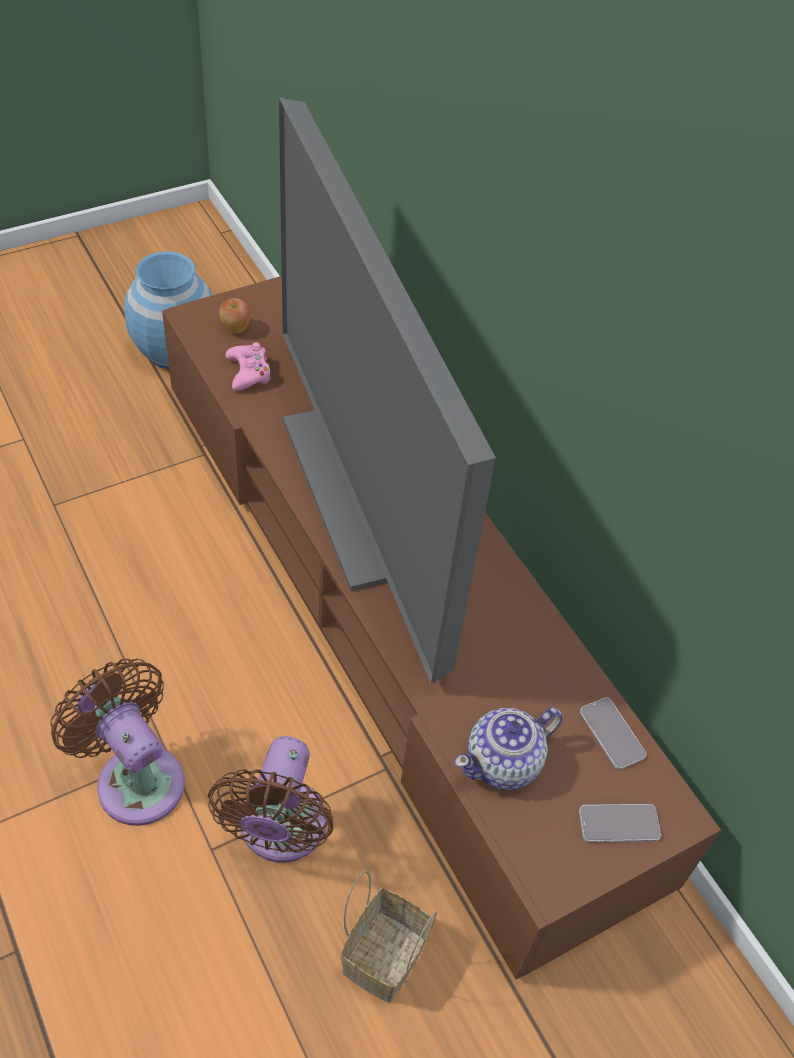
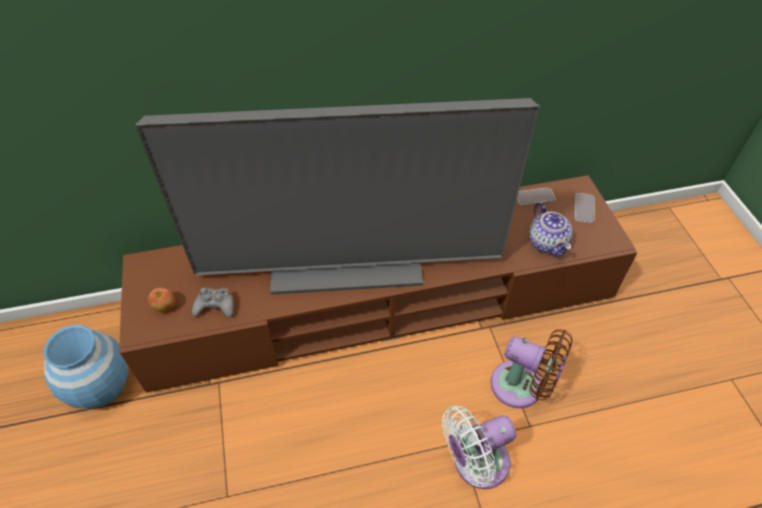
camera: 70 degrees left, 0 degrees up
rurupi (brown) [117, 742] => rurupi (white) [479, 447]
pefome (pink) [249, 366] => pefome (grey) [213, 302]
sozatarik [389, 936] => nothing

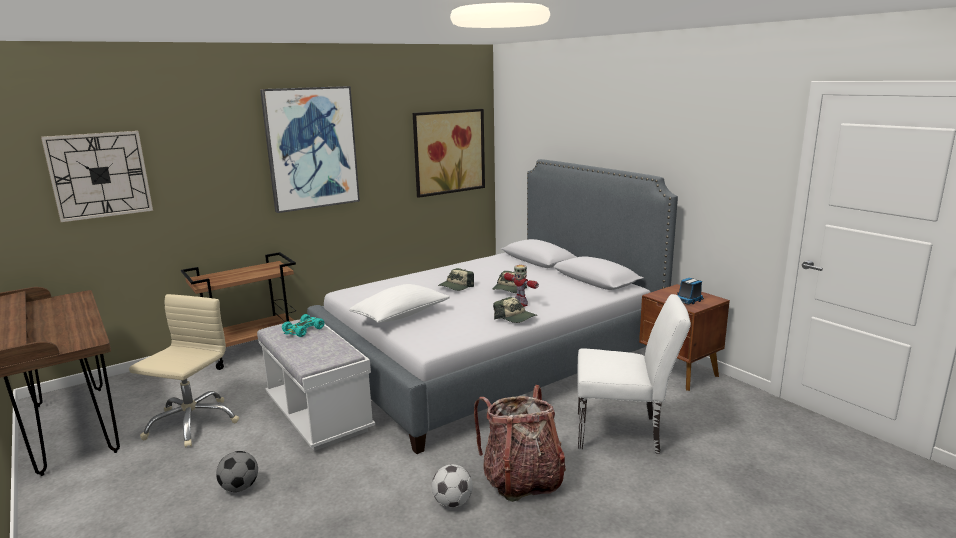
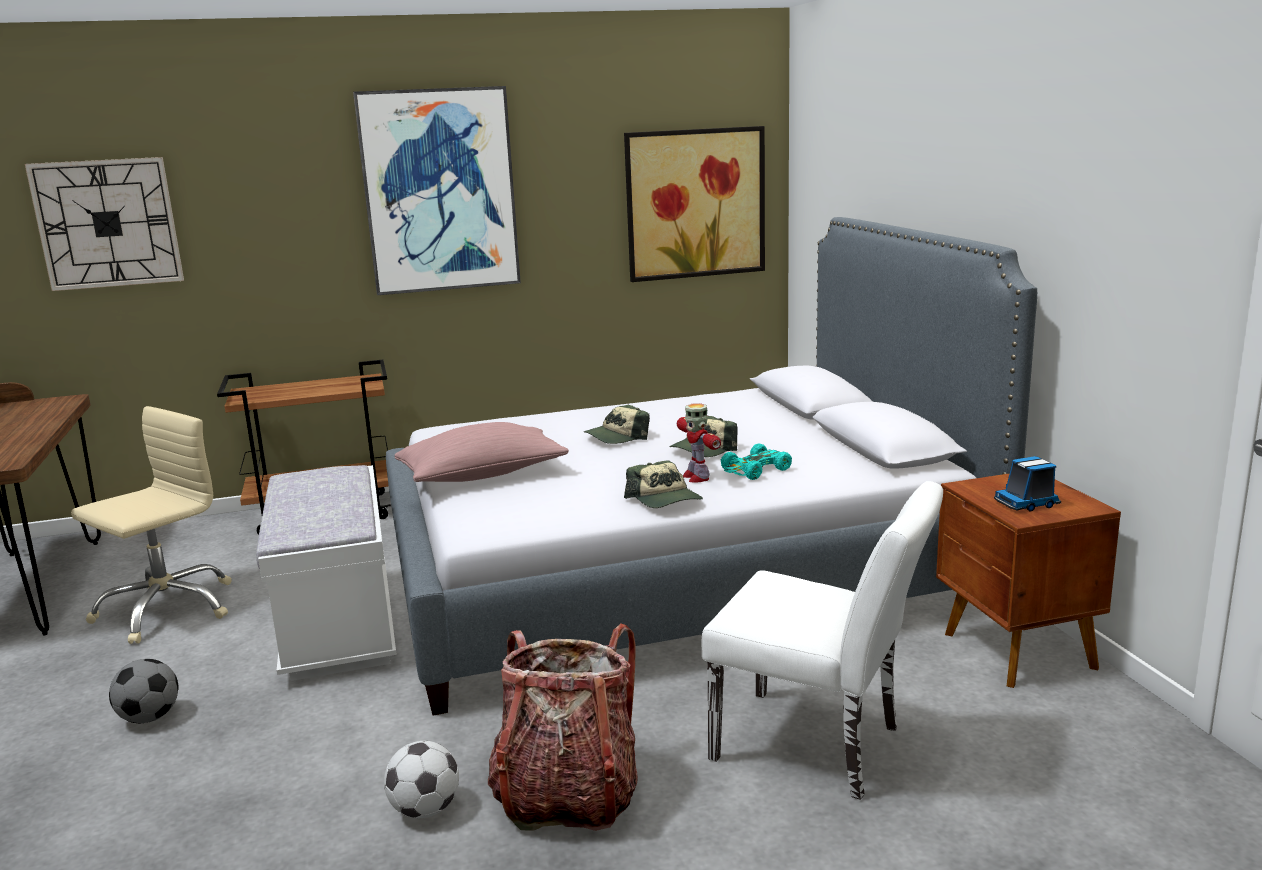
camera: 20 degrees right, 0 degrees up
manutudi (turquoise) [303, 325] => manutudi (turquoise) [756, 461], moved
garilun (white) [399, 303] => garilun (pink) [481, 452]

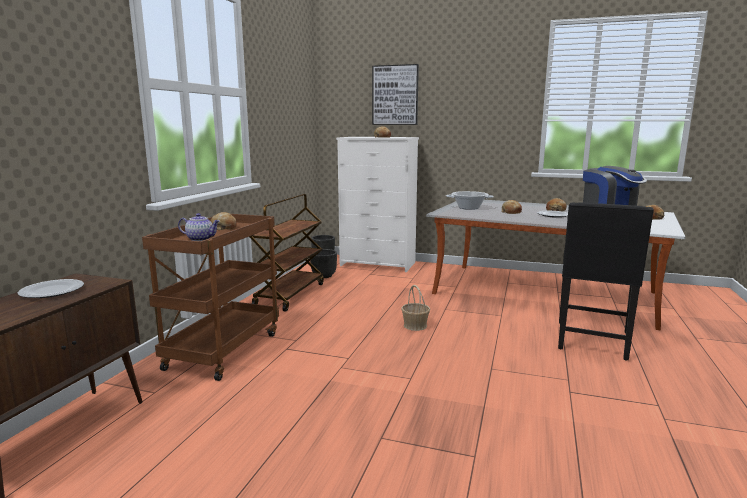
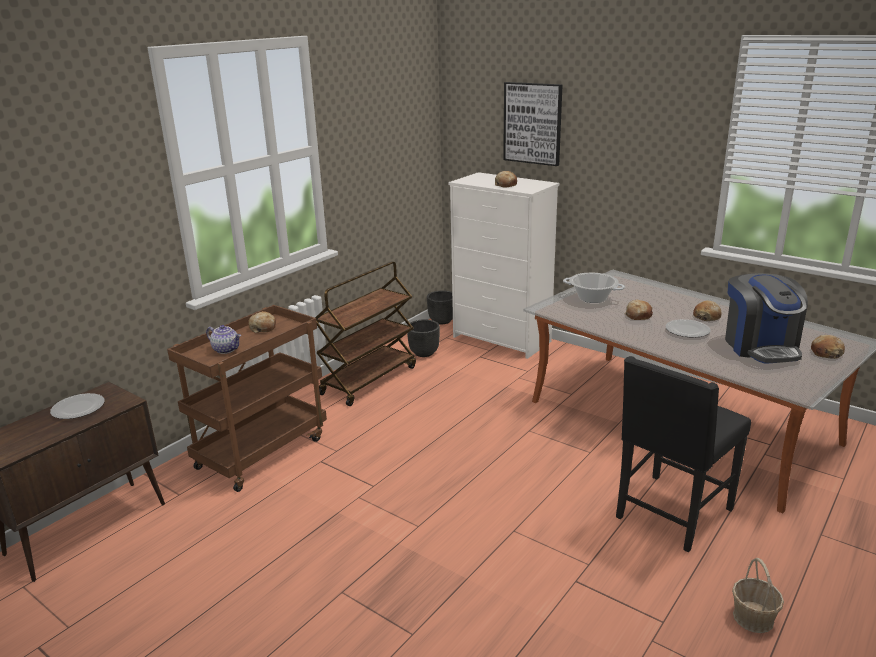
camera: 20 degrees right, 10 degrees up
sozatarik [415, 308] => sozatarik [758, 595], moved

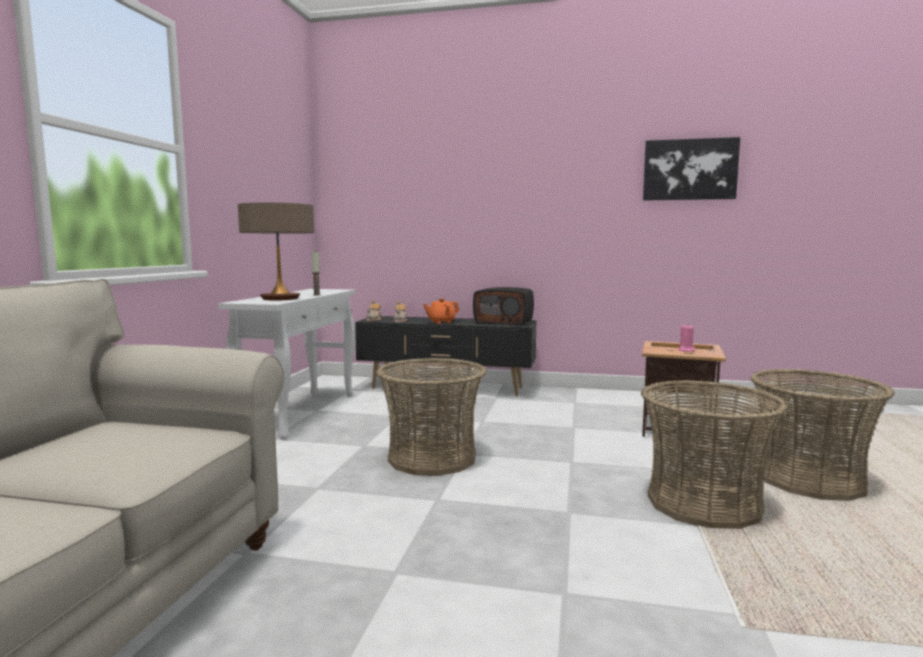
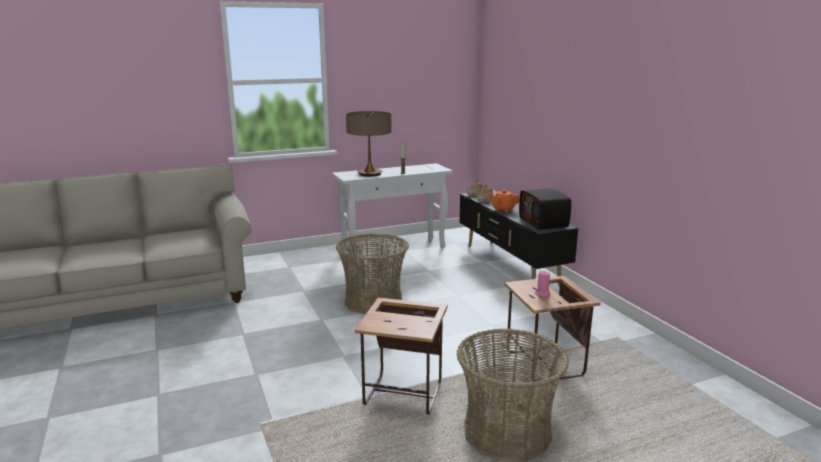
camera: 55 degrees right, 10 degrees up
sozatarik [714, 454] => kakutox [401, 356]
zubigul [691, 169] => nothing

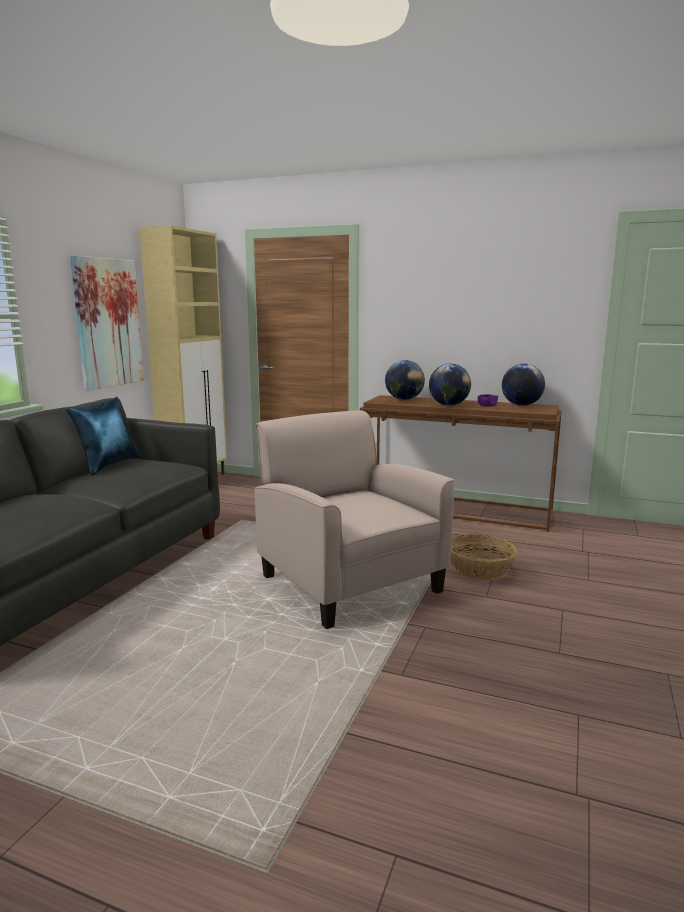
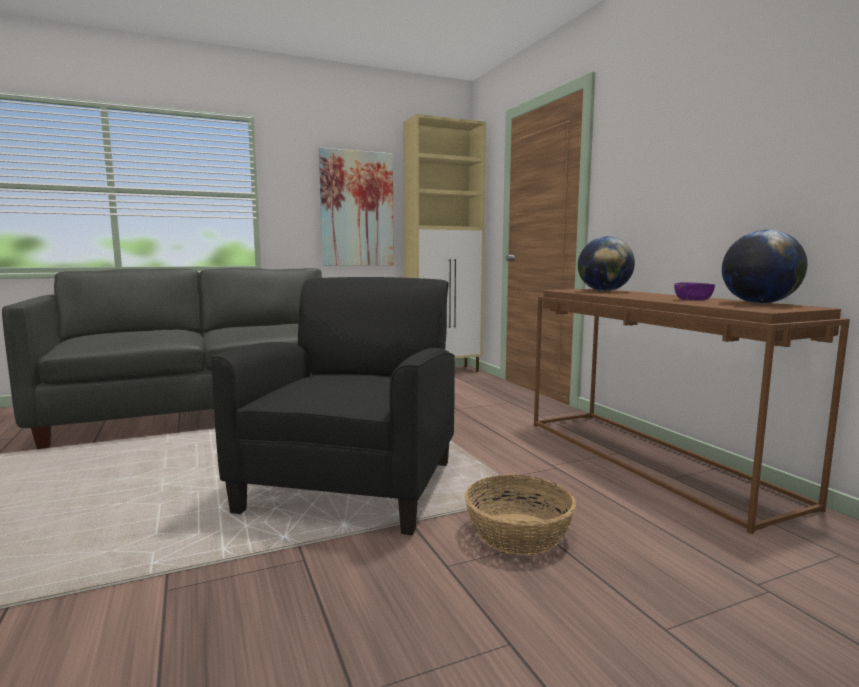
camera: 45 degrees right, 5 degrees down
garilun (blue) [104, 436] => nothing
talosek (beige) [355, 519] => talosek (black) [333, 406]
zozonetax [450, 385] => nothing

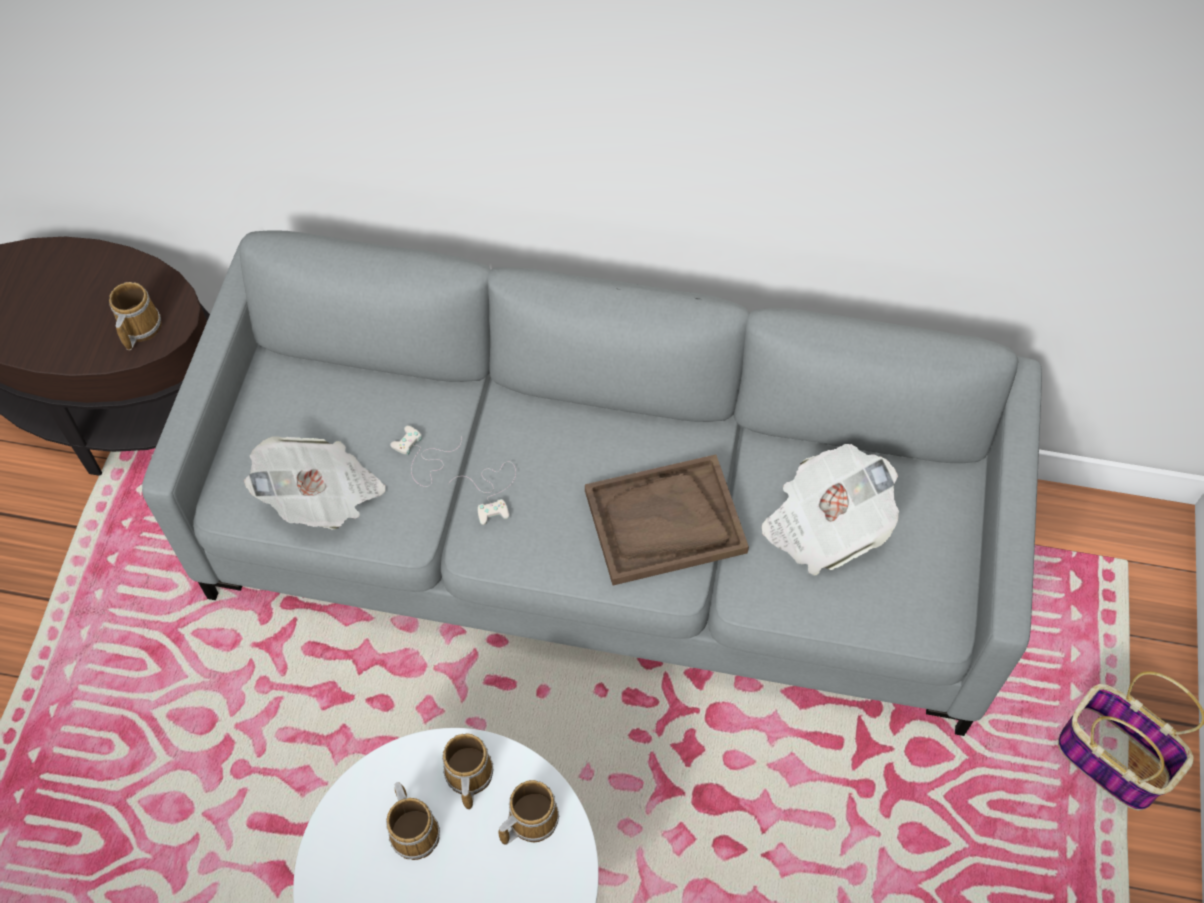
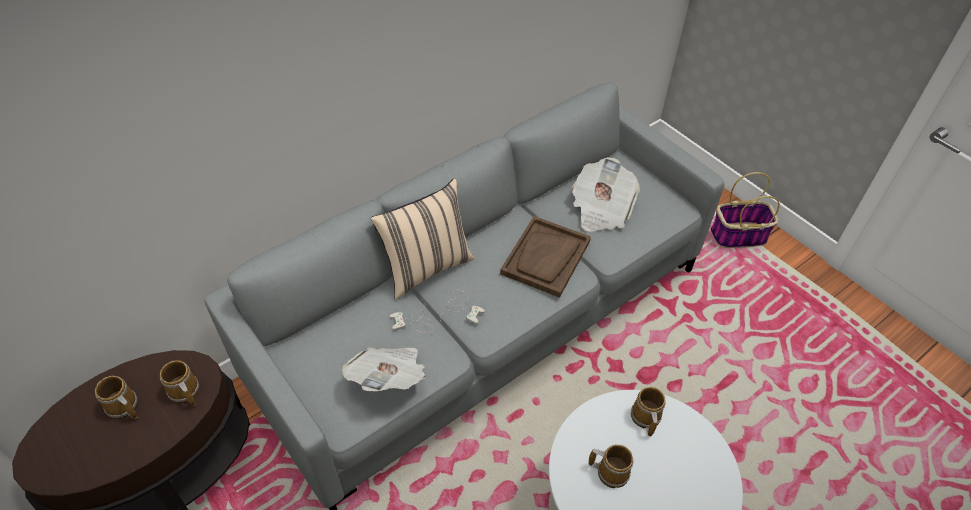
camera: 50 degrees left, 10 degrees down
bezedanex [468, 771] => bezedanex [117, 397], moved
nothing => garilun (beige) [423, 239]

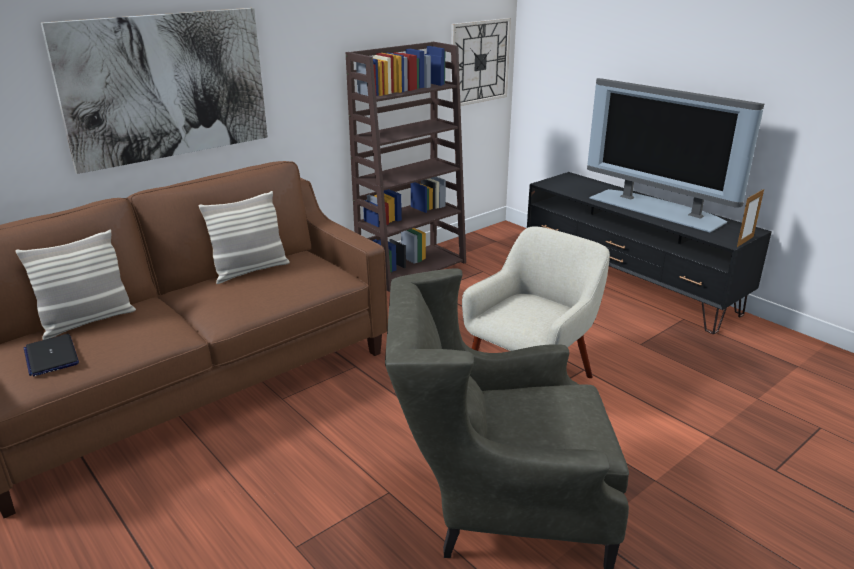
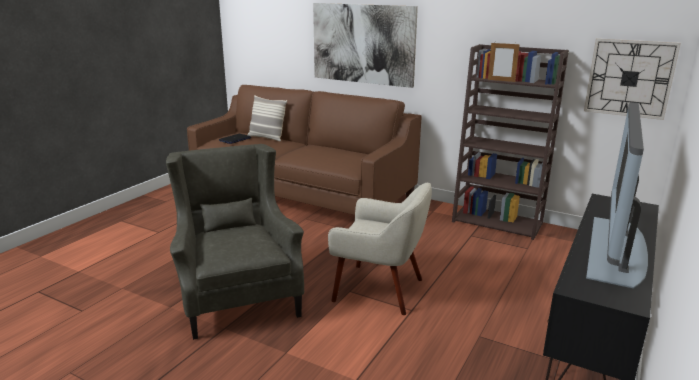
camera: 70 degrees right, 5 degrees down
garilun [244, 237] => nothing
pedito [750, 218] => pedito [504, 62], moved

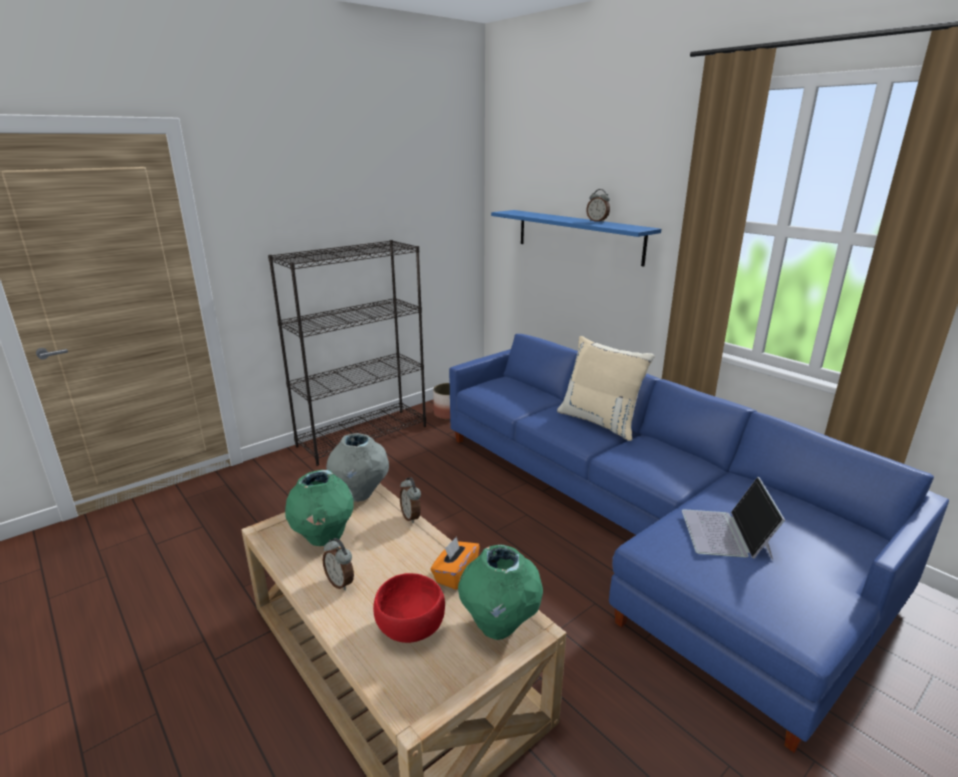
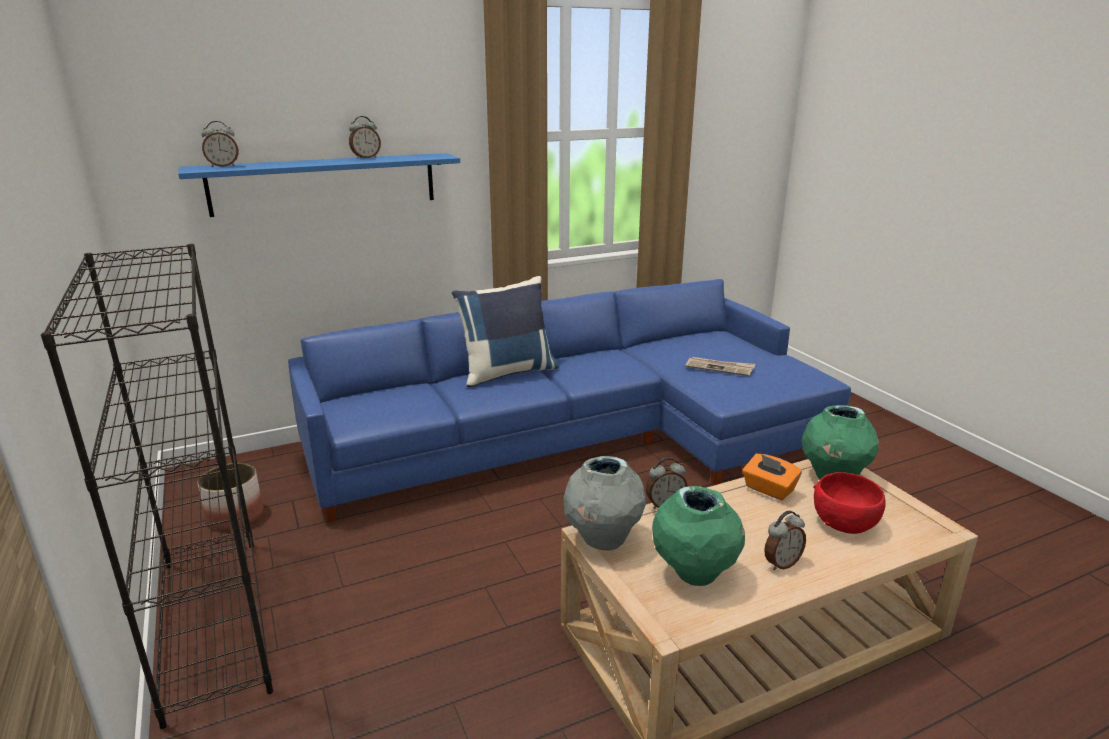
camera: 75 degrees left, 0 degrees up
garilun (beige) [606, 388] => garilun (blue) [505, 332]
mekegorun [733, 518] => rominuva [720, 366]
nothing => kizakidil [219, 144]

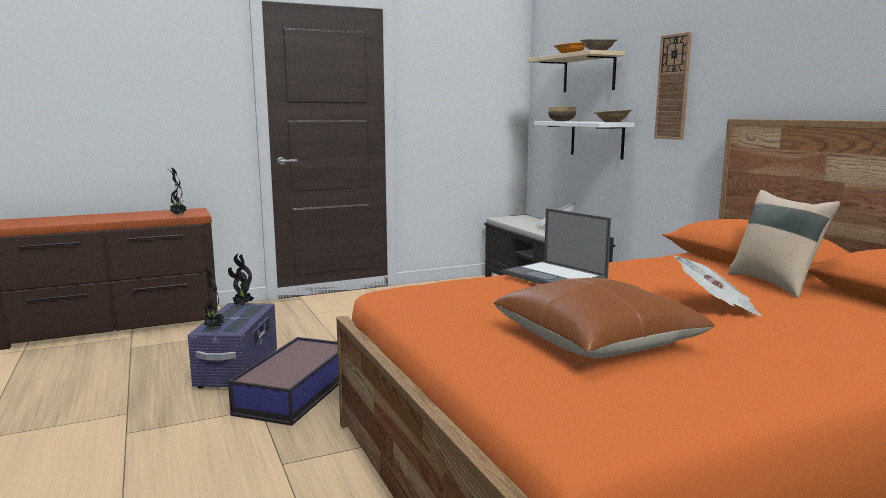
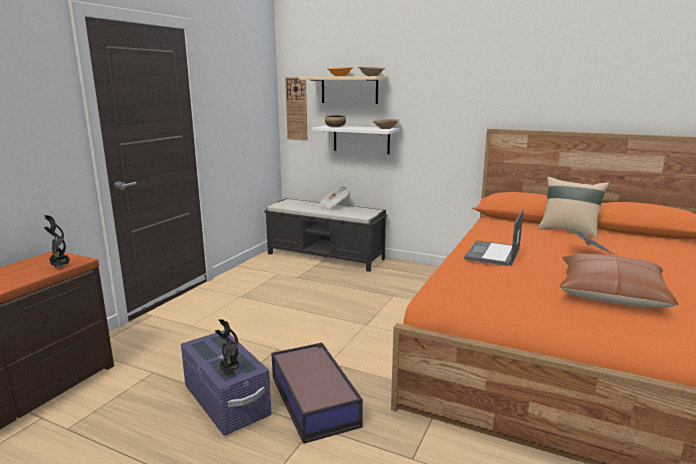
camera: 40 degrees left, 5 degrees up
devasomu [241, 280] => nothing
mekegorun [556, 246] => mekegorun [494, 237], 105 degrees clockwise
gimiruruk [673, 86] => gimiruruk [296, 109], moved

